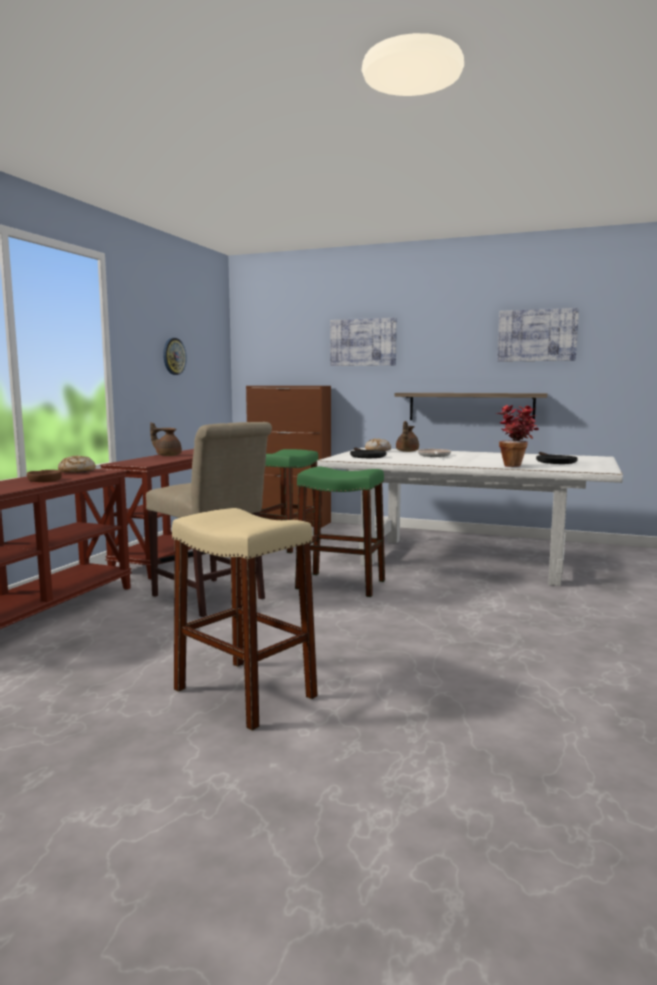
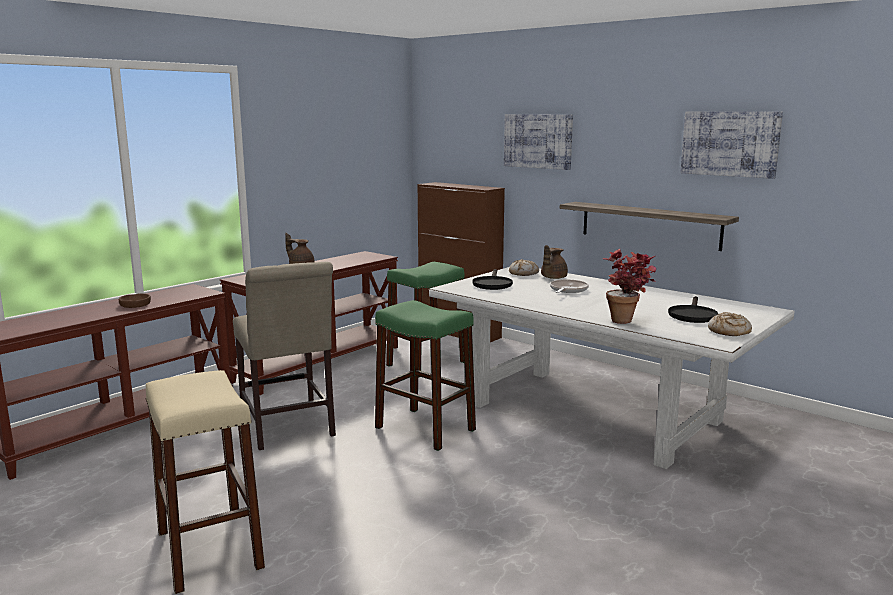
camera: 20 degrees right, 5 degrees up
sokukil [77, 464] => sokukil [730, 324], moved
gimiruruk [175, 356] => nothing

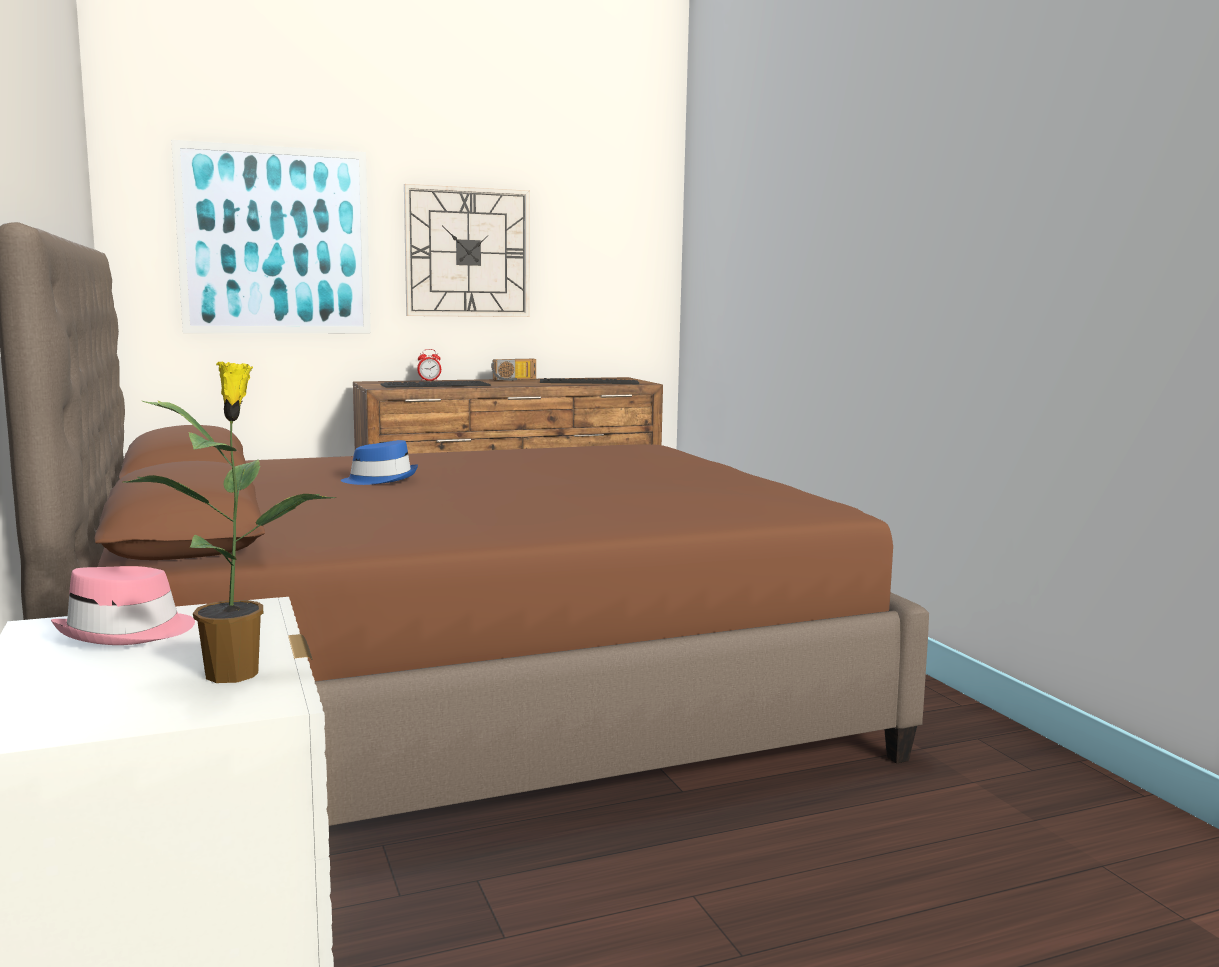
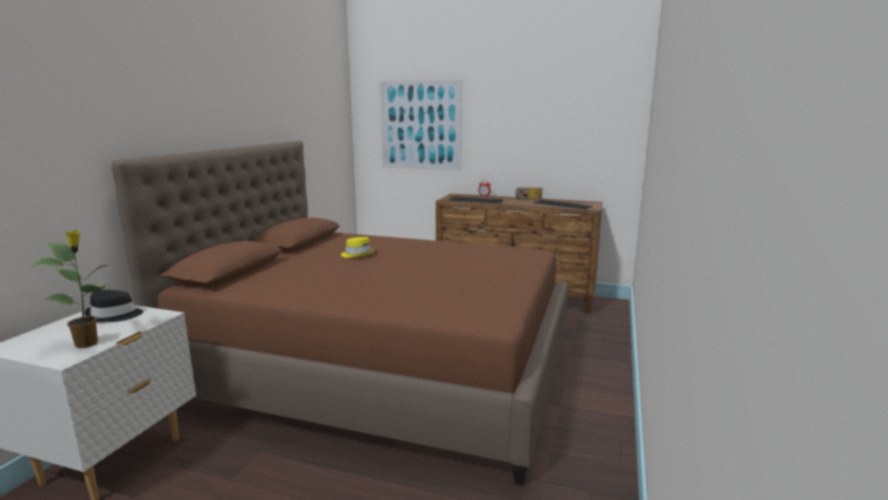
camera: 40 degrees right, 5 degrees up
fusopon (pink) [123, 605] => fusopon (black) [113, 306]
fusopon (blue) [379, 462] => fusopon (yellow) [357, 247]
gimiruruk [467, 250] => nothing

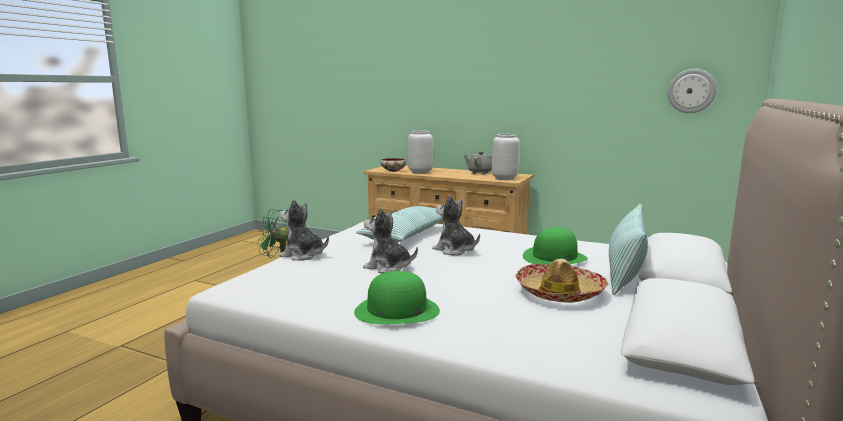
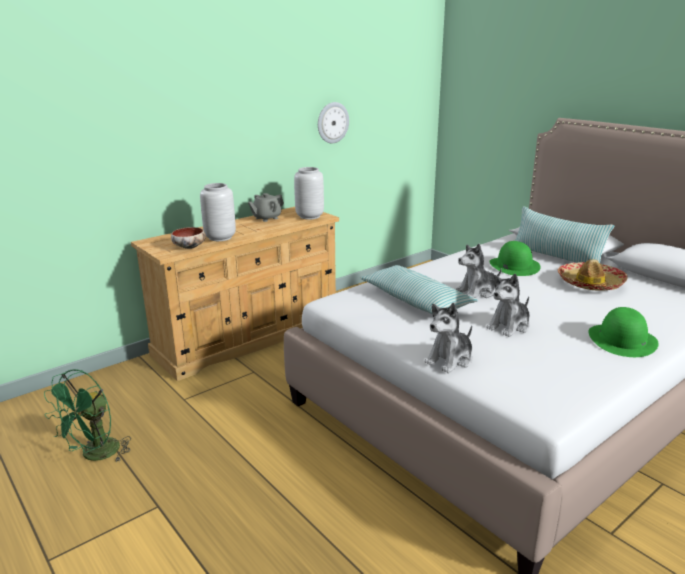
camera: 65 degrees left, 10 degrees up
gimiruruk [692, 91] => gimiruruk [333, 122], moved

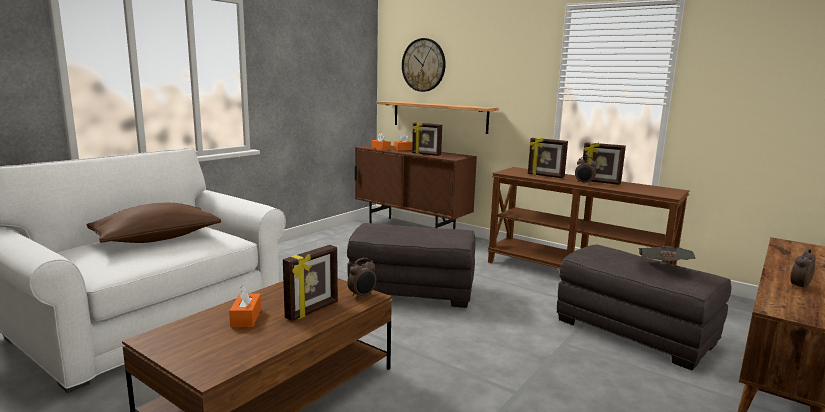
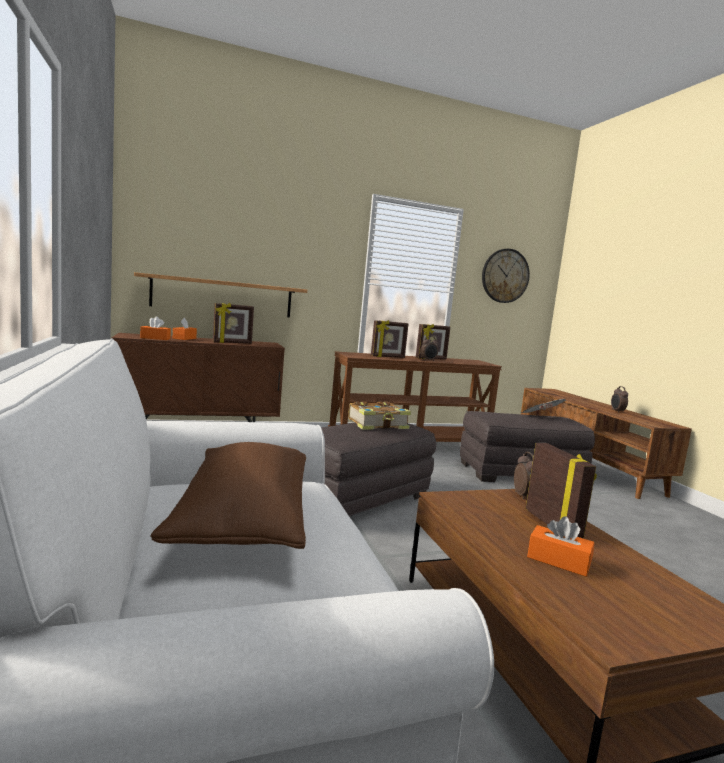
camera: 55 degrees left, 5 degrees down
gimiruruk [424, 65] => gimiruruk [506, 276], moved
nothing => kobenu [379, 416]

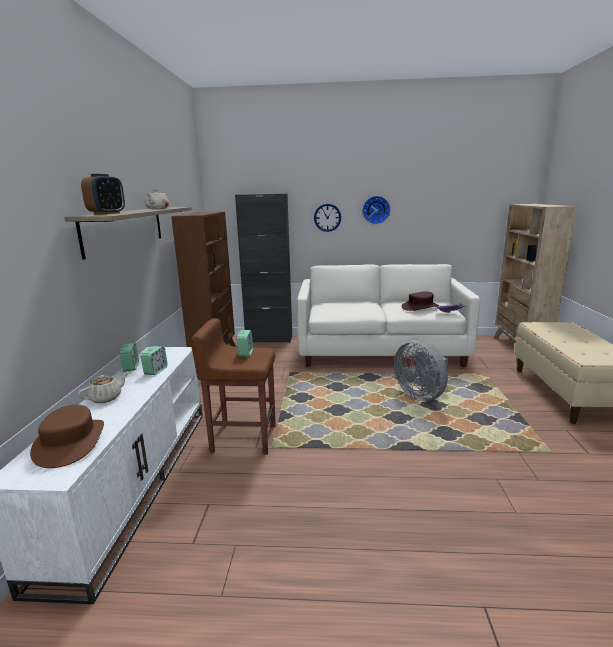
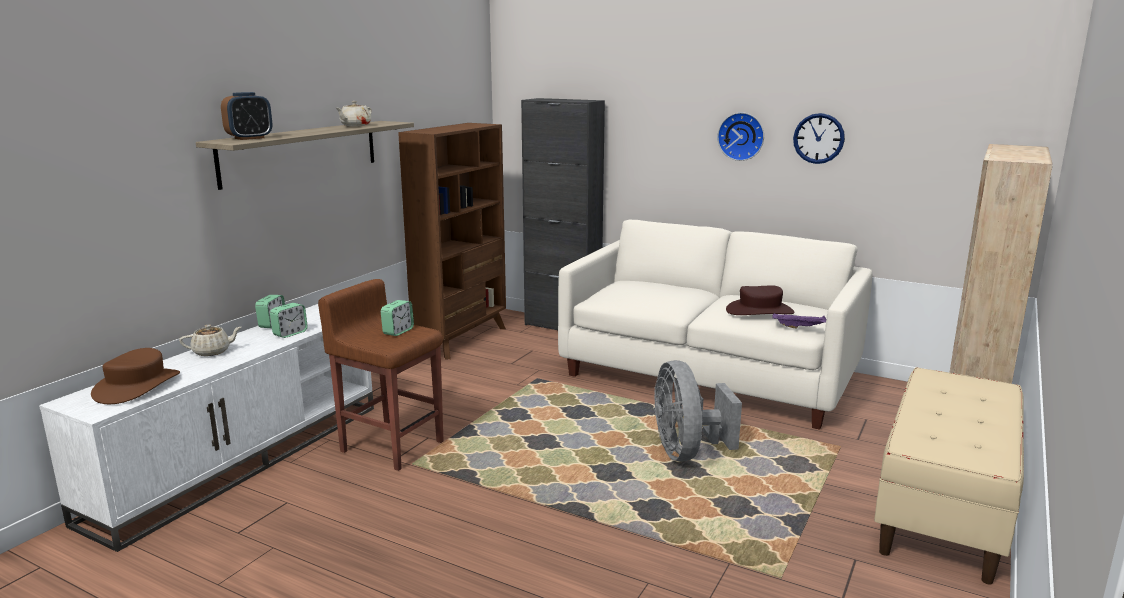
camera: 25 degrees right, 0 degrees up
gimiruruk [327, 218] => gimiruruk [819, 138], moved

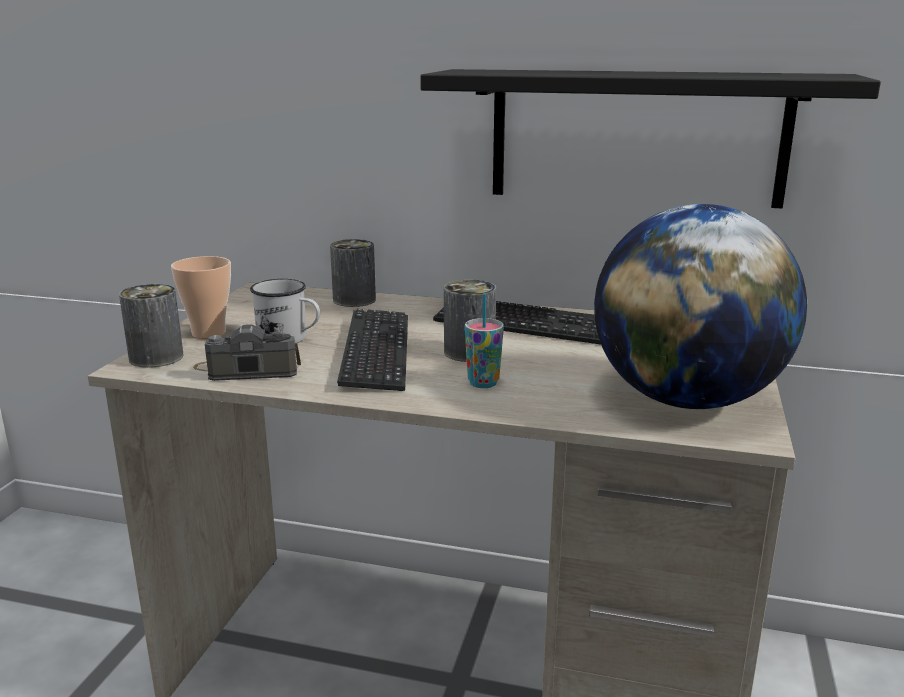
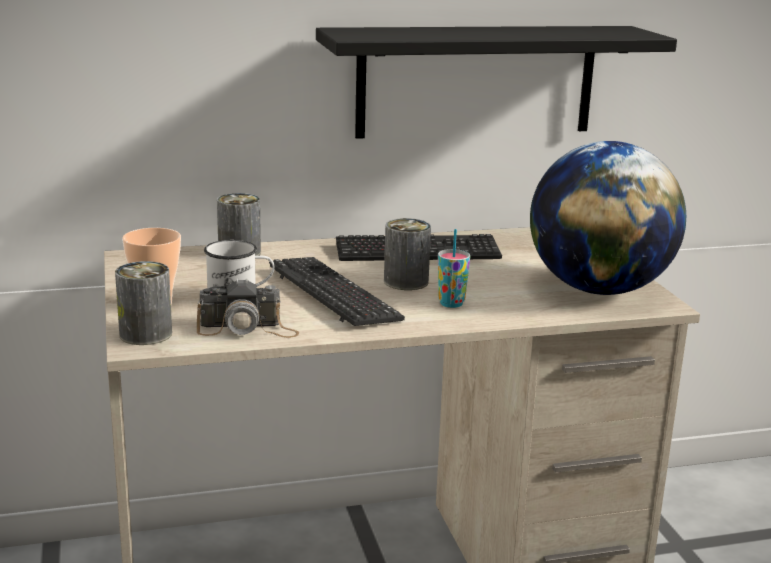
camera: 30 degrees left, 0 degrees up
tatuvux [247, 352] => tatuvux [248, 308], 150 degrees counterclockwise

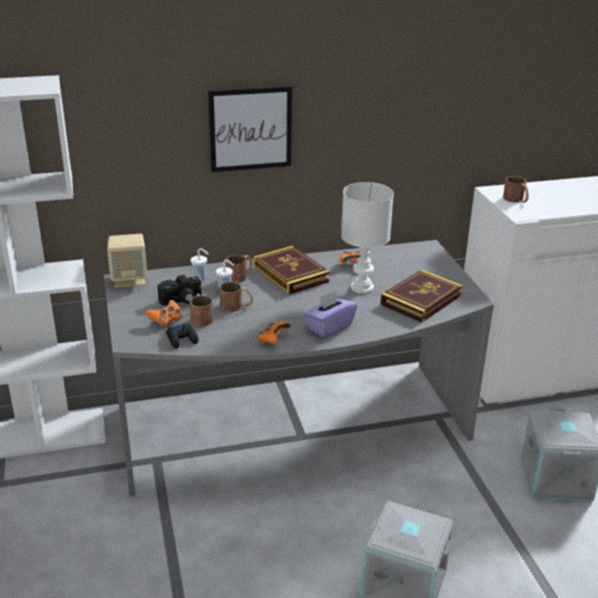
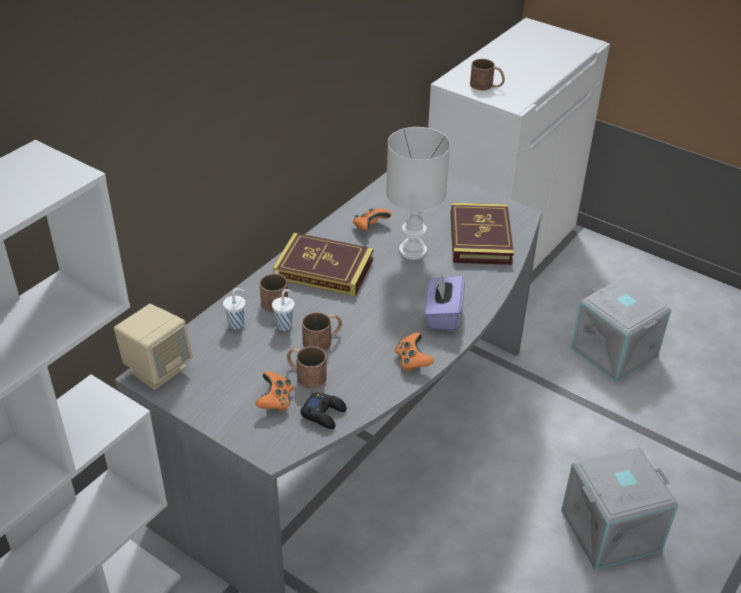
camera: 40 degrees left, 10 degrees up
tatuvux [179, 290] => nothing
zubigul [250, 129] => nothing

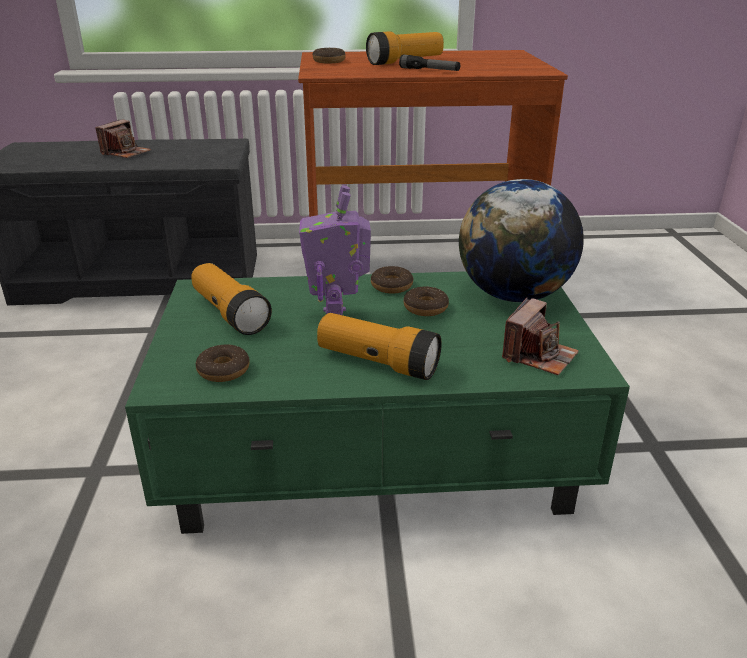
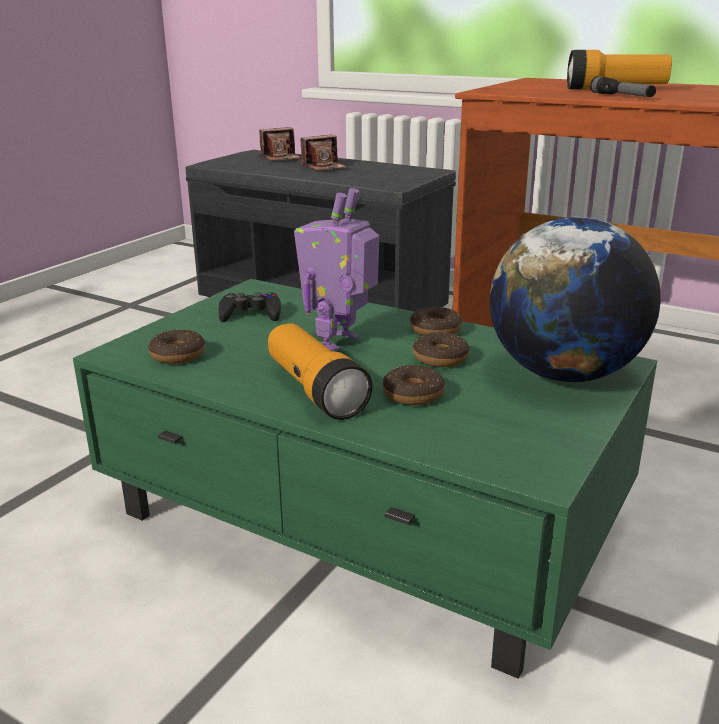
camera: 35 degrees right, 5 degrees down
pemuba [231, 299] => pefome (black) [250, 307]
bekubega [329, 56] => bekubega [414, 385], moved
tatuvux [540, 336] => tatuvux [280, 144], moved

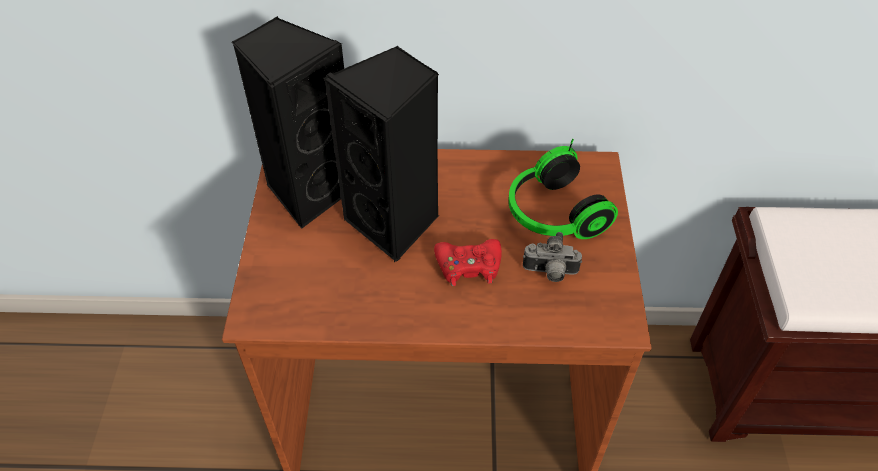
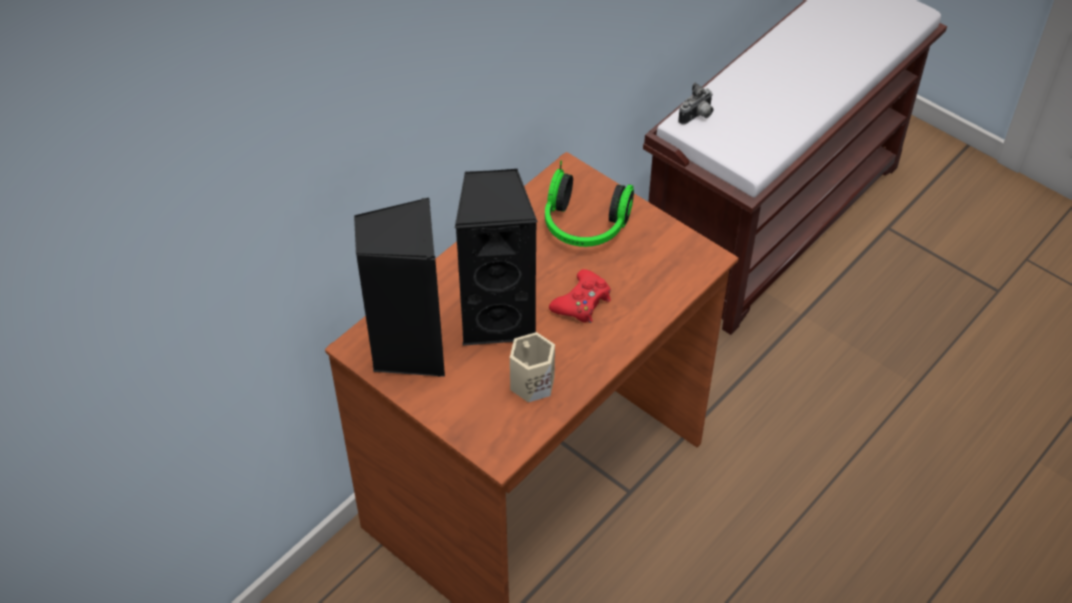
camera: 50 degrees left, 0 degrees up
tatuvux [552, 257] => tatuvux [696, 103], moved
nothing => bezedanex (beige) [532, 367]

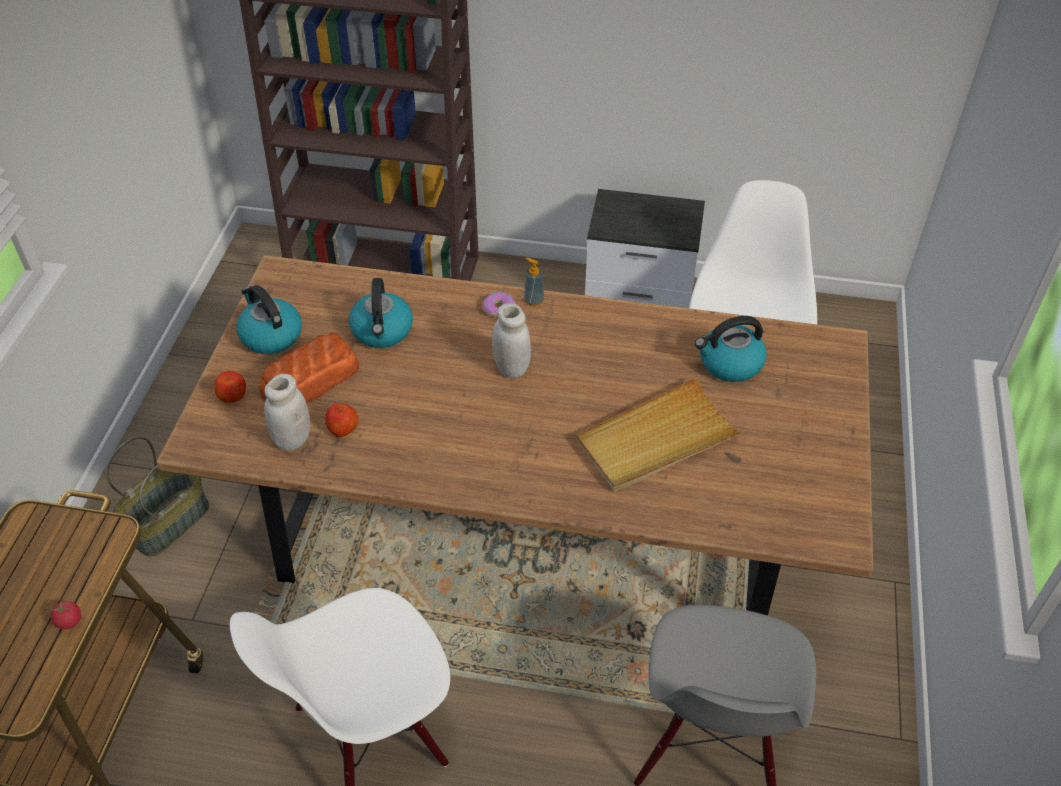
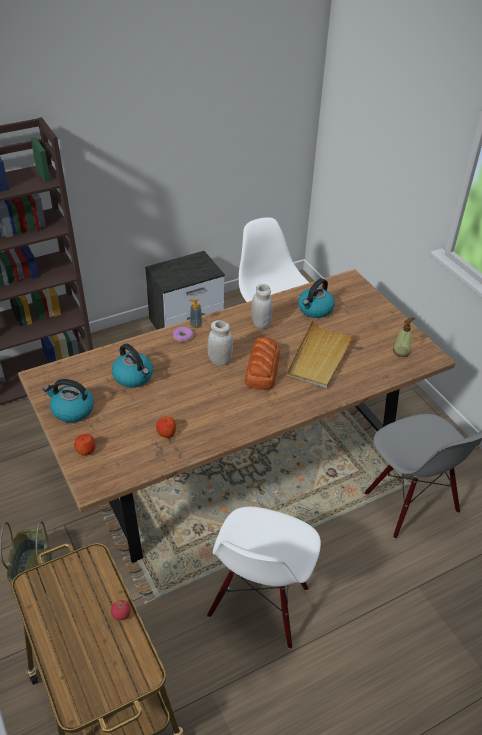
camera: 40 degrees left, 5 degrees down
sokukil [309, 367] => sokukil [262, 363], moved
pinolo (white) [287, 412] => pinolo (white) [261, 306], moved
nothing => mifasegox [404, 337]

